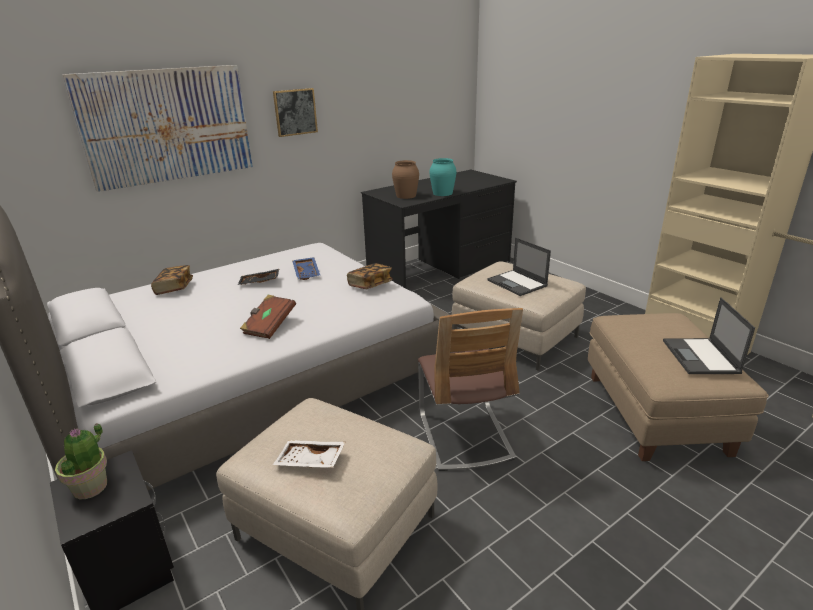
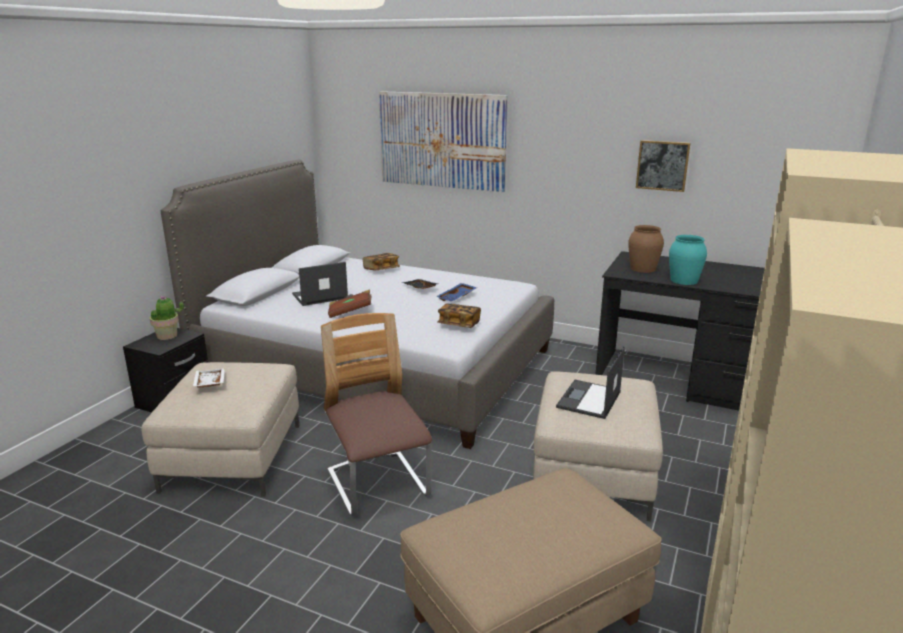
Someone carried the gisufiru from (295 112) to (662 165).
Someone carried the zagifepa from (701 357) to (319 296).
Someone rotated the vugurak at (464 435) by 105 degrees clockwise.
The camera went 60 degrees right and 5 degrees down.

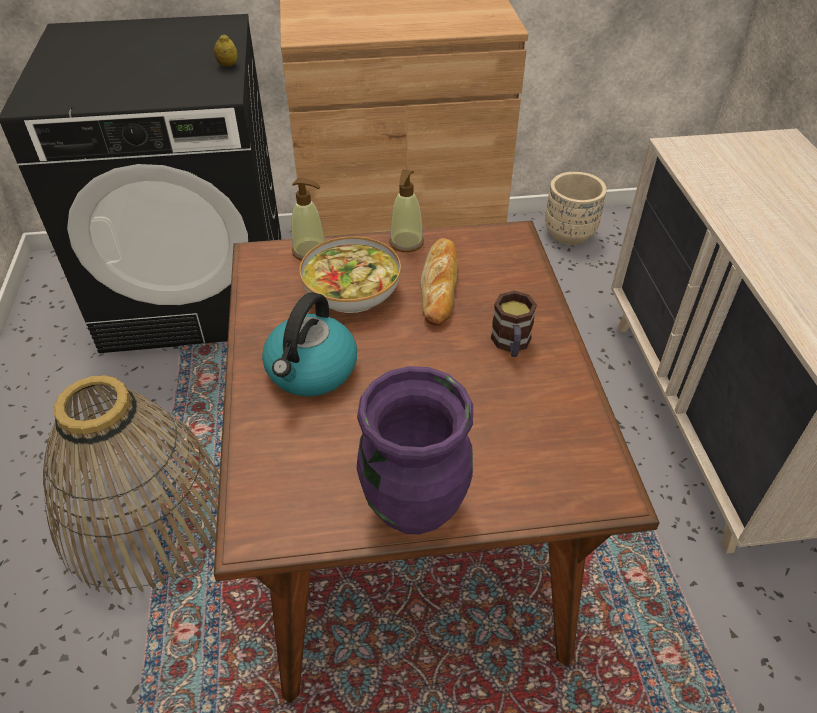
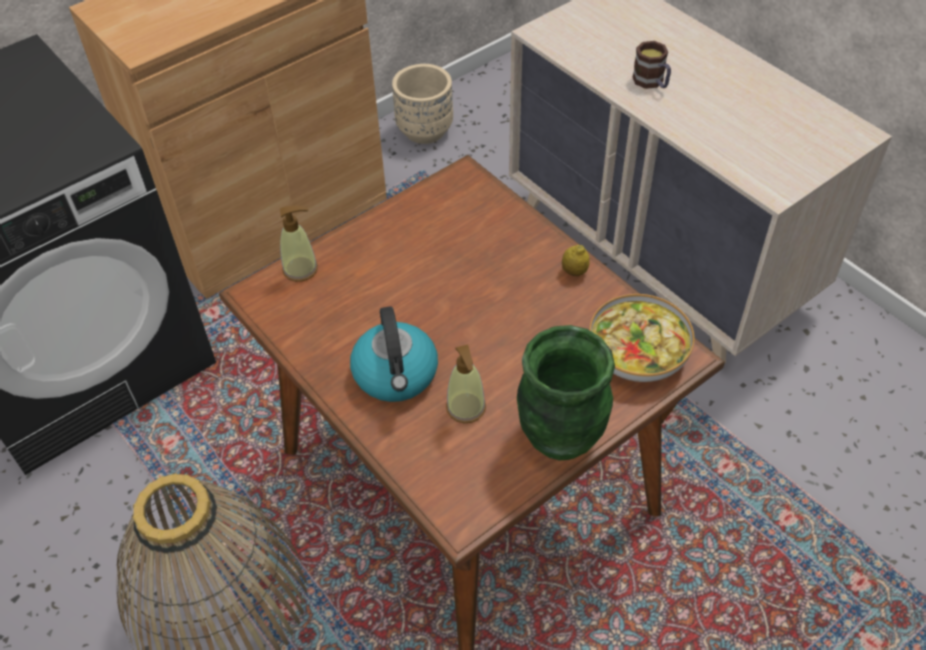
Someone carried the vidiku from (228 65) to (574 272).
Someone carried the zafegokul from (406 243) to (466 408).
Someone carried the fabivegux from (351 291) to (637 353).
Someone took away the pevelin at (440 285).
Someone carried the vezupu from (511 344) to (652 83).
Someone repainted the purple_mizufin at (414 506), which became the green_mizufin at (560 437).
The camera went 30 degrees left and 5 degrees up.

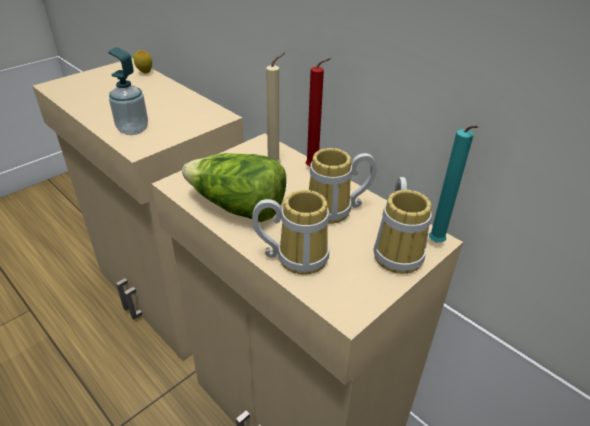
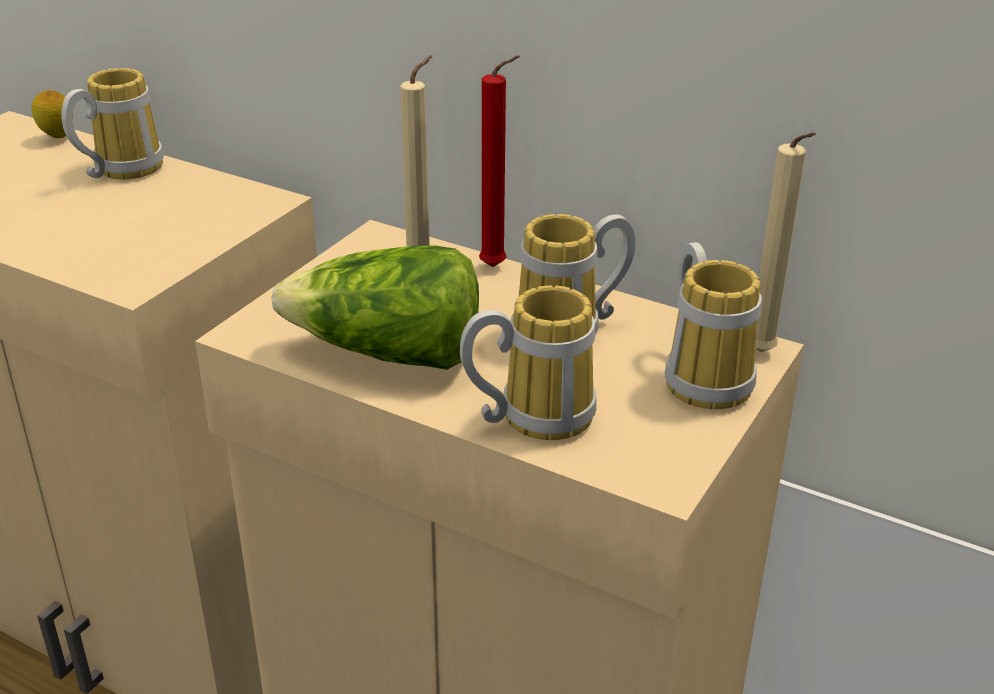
Someone took away the zafegokul at (133 129).
Someone repainted the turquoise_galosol at (437 244), which became the beige_galosol at (763 355).
Someone put down the vezupu at (119 169).
The camera went 15 degrees left and 5 degrees down.

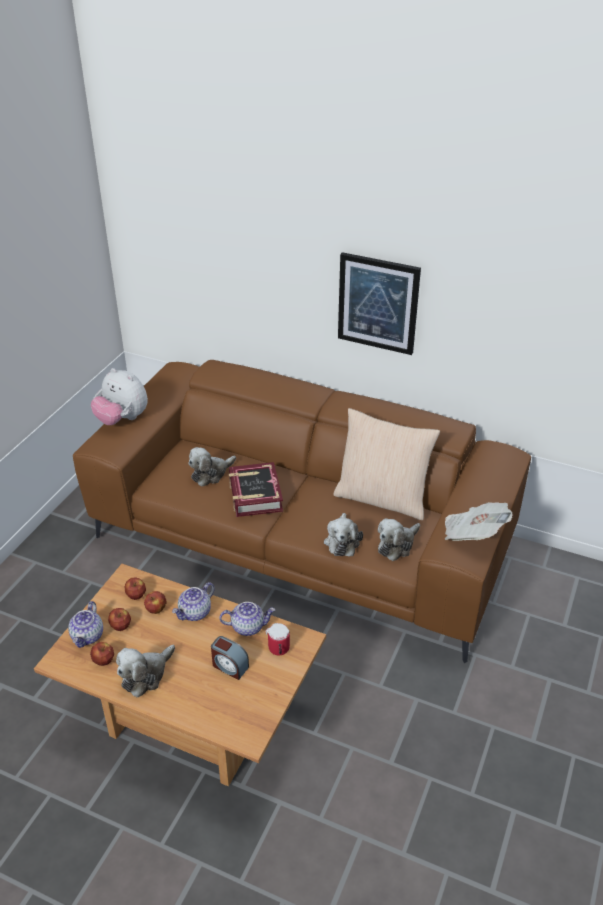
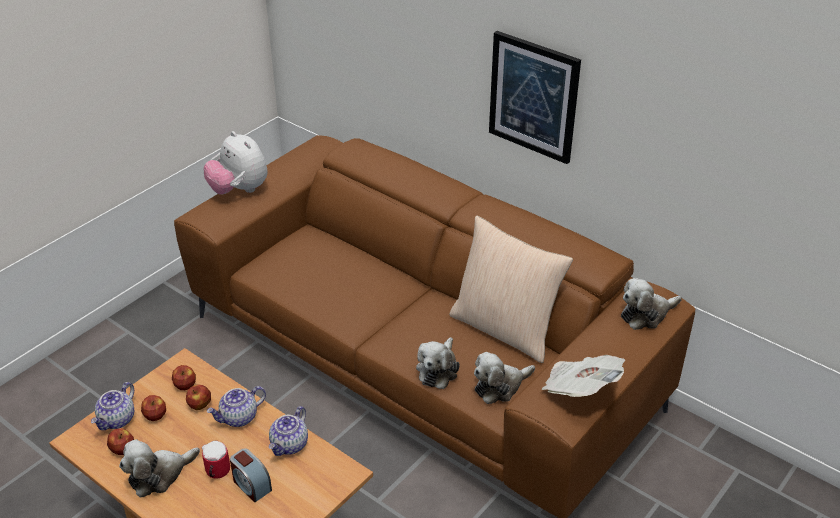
Someone carried the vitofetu from (210 474) to (646 314).
Someone took away the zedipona at (255 495).
Someone rotated the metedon at (248 626) by 105 degrees clockwise.
Someone carried the vezupu from (278 650) to (215 472).
The camera went 15 degrees right and 0 degrees up.

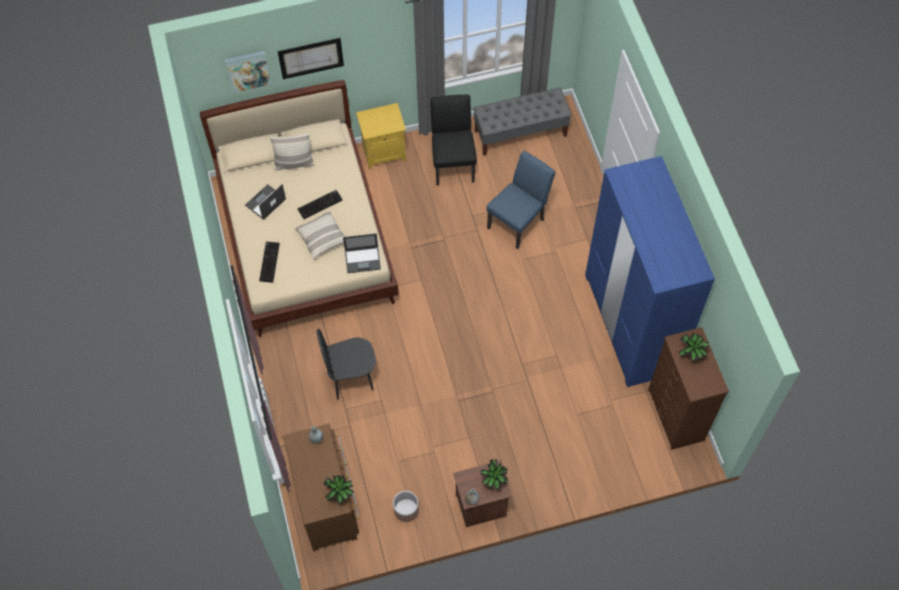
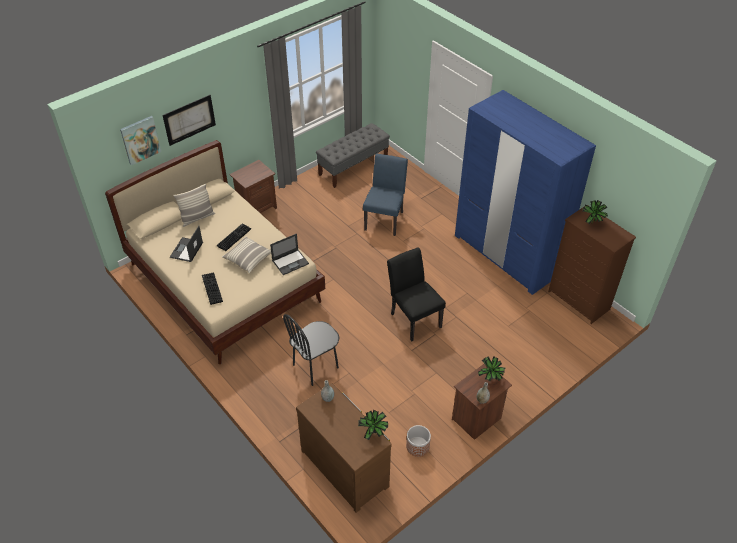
Someone carried the black_vugurak from (453 162) to (413 317).
Someone repainted the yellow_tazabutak at (383 152), which became the brown_tazabutak at (256 208).
The camera went 25 degrees left and 15 degrees down.

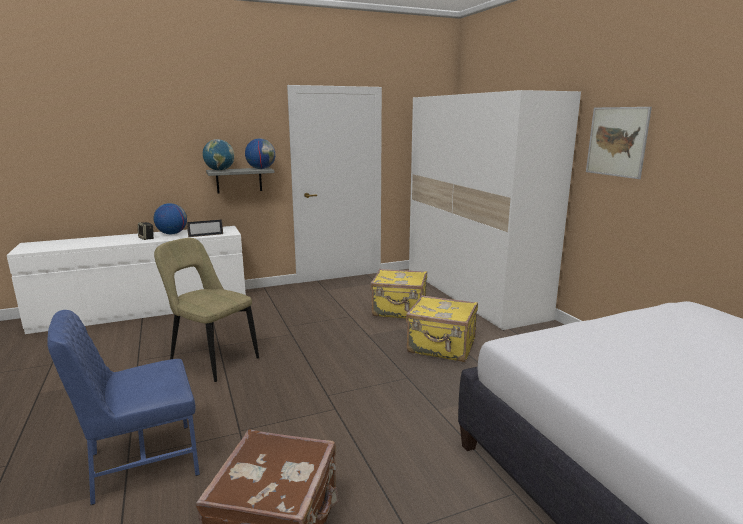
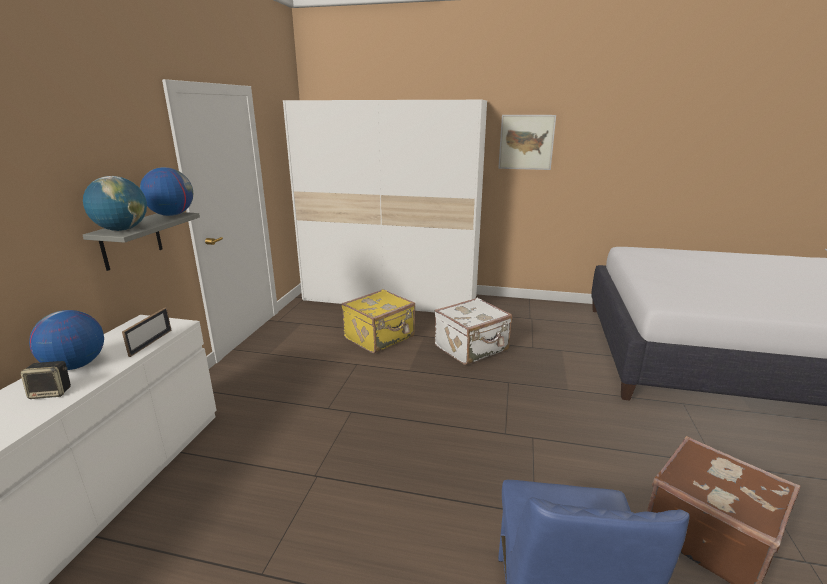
Someone took away the beige_vugurak at (211 359).
Someone repainted the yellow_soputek at (441 347), which became the white_soputek at (472 348).
The camera went 55 degrees left and 5 degrees up.

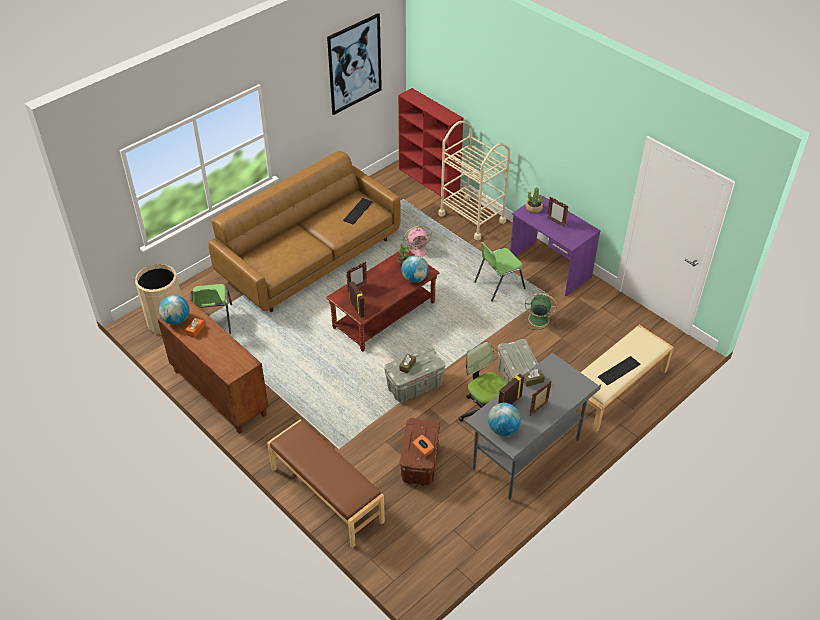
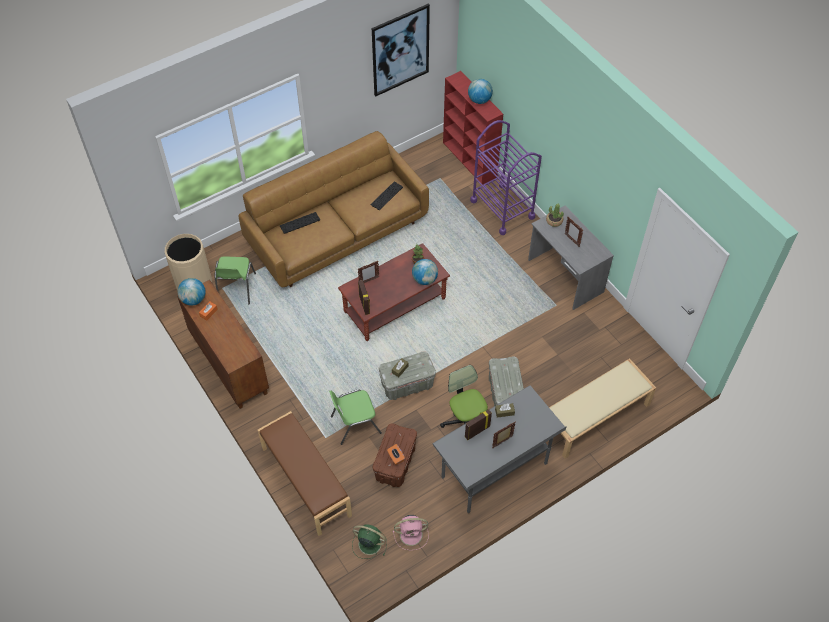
Someone repainted the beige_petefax at (472 218), which became the purple_petefax at (502 209).
Someone repainted the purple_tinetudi at (549 268), which became the grey_tinetudi at (565 276).
Someone carried the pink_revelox from (418 251) to (412 534).
Someone carried the green_vugurak from (498 285) to (354 424).
Someone carried the green_revelox from (537 319) to (368 543).
Someone carried the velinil from (619 371) to (299 223).
Someone carried the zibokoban from (503 429) to (479 100).
The camera went 10 degrees right and 10 degrees up.

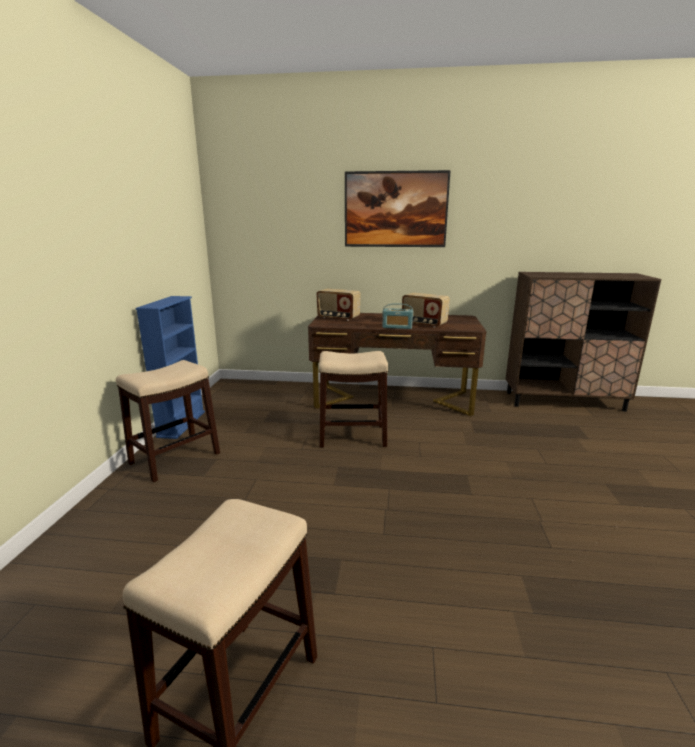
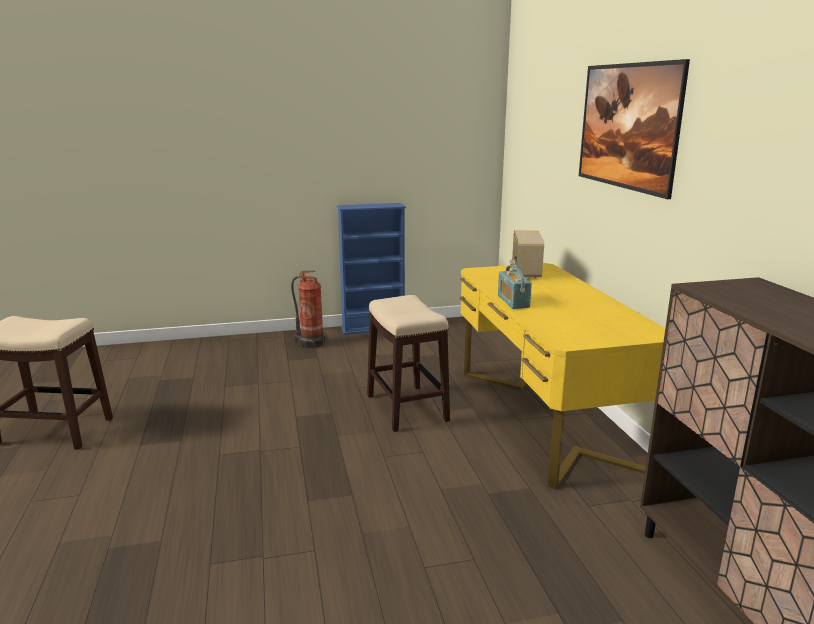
Someone took away the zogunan at (424 324).
Someone repainted the brown_tinetudi at (392 399), which became the yellow_tinetudi at (544 416).
Someone swapped the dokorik at (176 458) for the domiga at (311 343).
The camera went 70 degrees right and 0 degrees up.

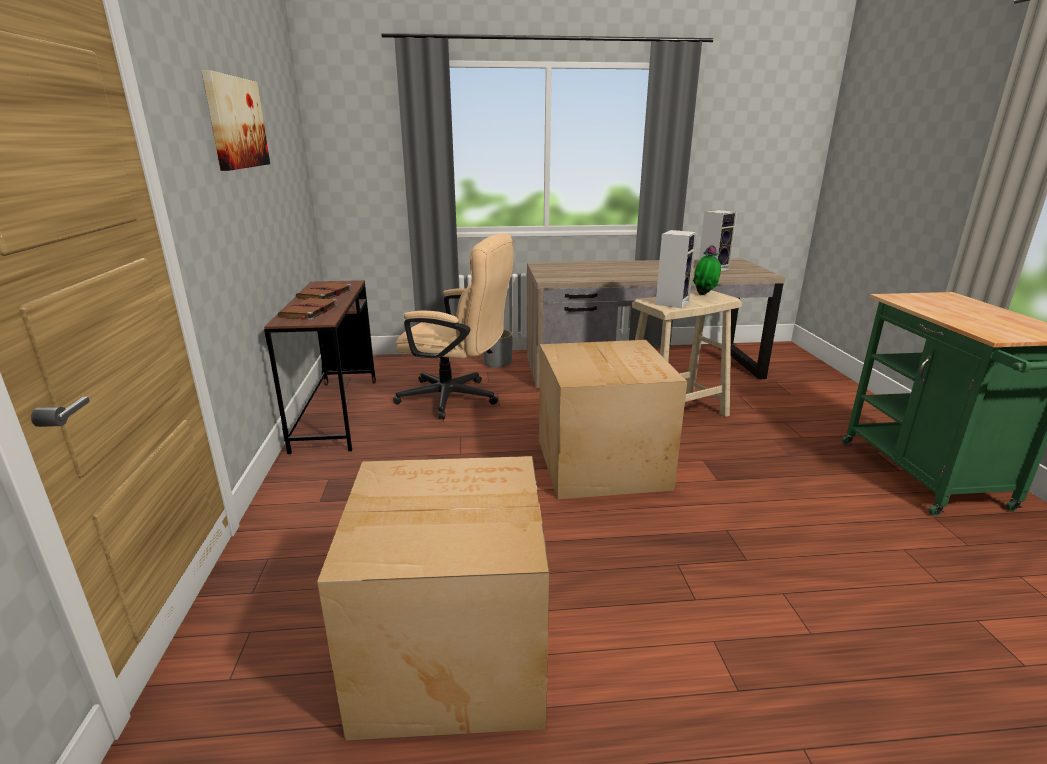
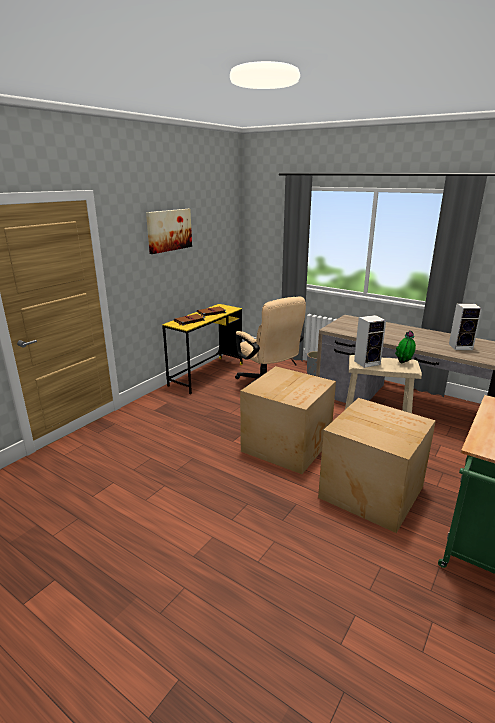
Someone repainted the brown_tinetudi at (336 413), which became the yellow_tinetudi at (206 374).
Someone carried the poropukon from (449 650) to (370 491).
The camera went 40 degrees right and 0 degrees up.

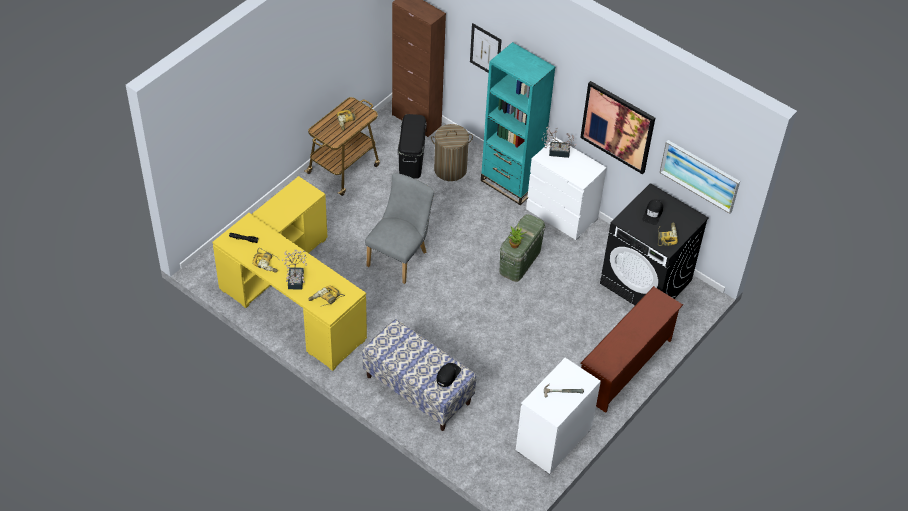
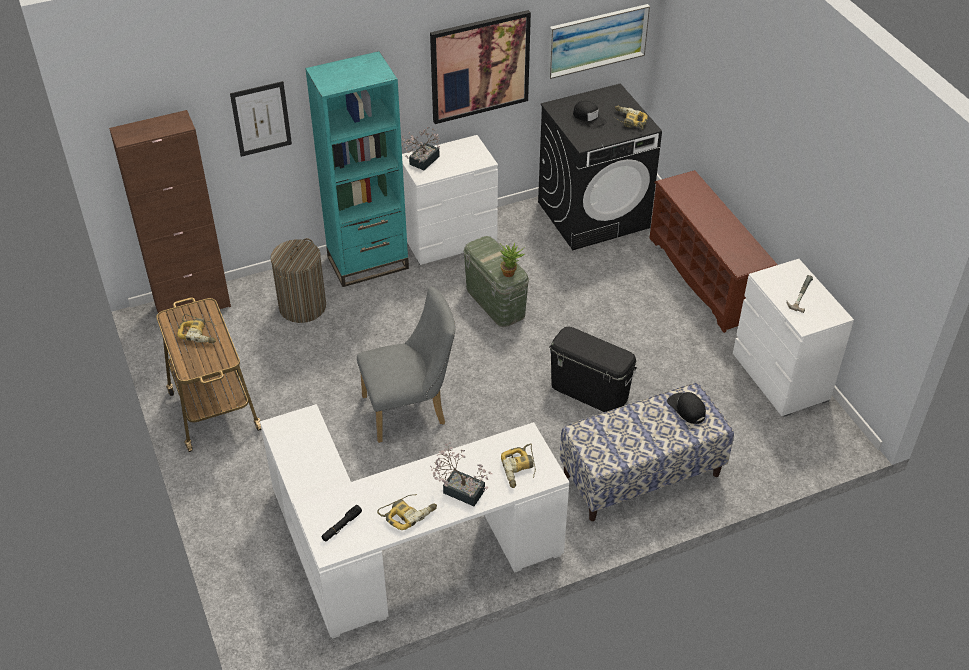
Someone carried the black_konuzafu from (412 160) to (590 391).
Someone rotated the grey_vugurak at (400 256) by 105 degrees clockwise.
Someone repainted the yellow_tinetudi at (291 297), which became the white_tinetudi at (402 555).
The camera went 60 degrees left and 5 degrees down.

